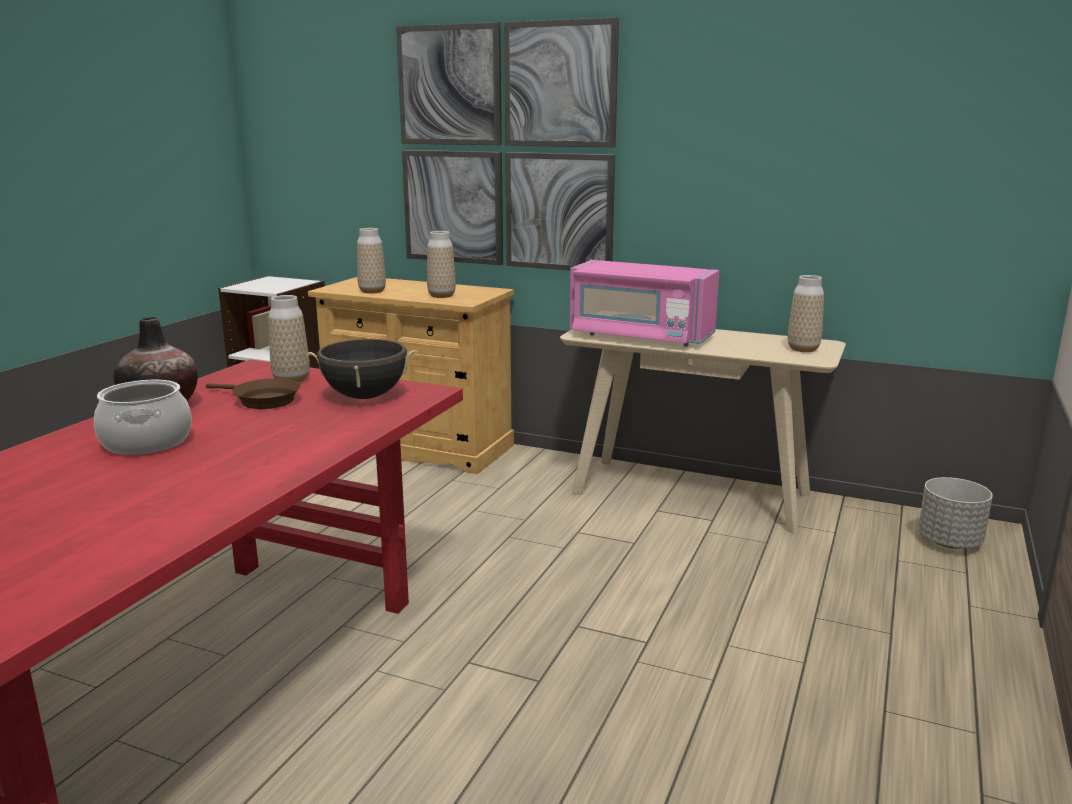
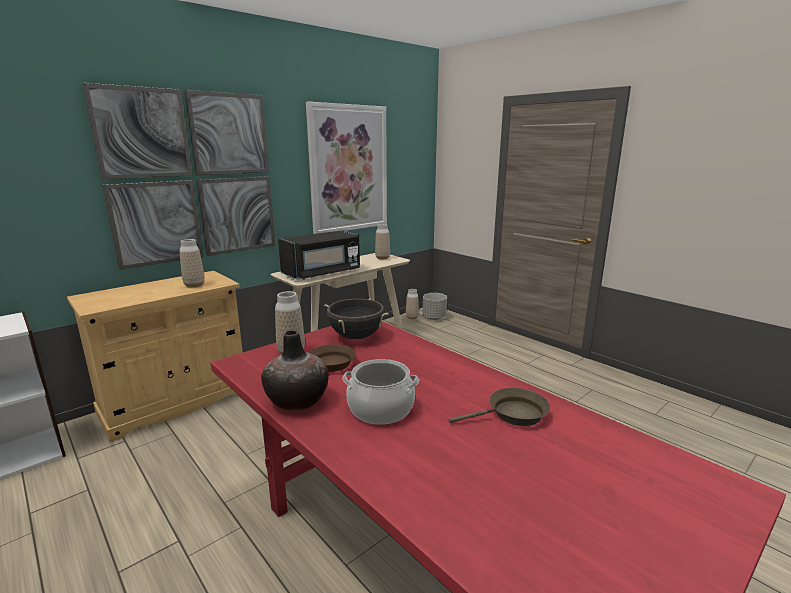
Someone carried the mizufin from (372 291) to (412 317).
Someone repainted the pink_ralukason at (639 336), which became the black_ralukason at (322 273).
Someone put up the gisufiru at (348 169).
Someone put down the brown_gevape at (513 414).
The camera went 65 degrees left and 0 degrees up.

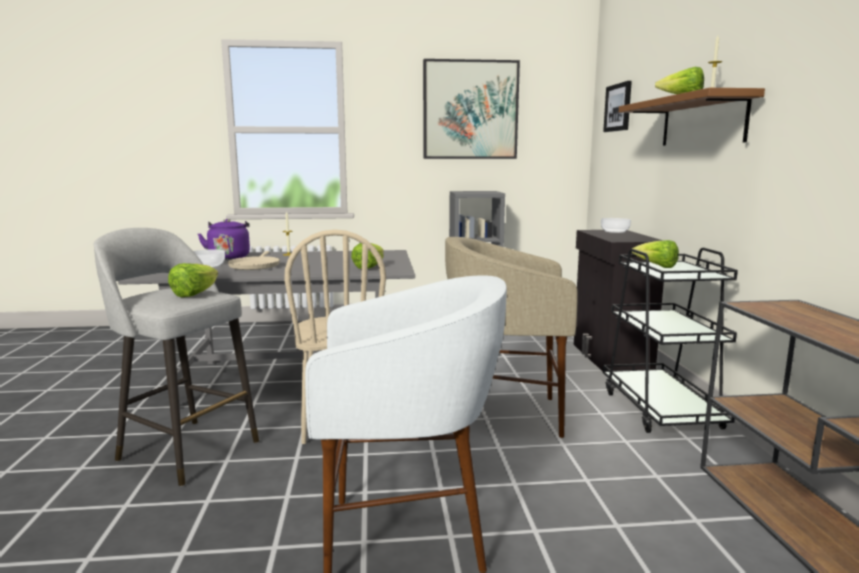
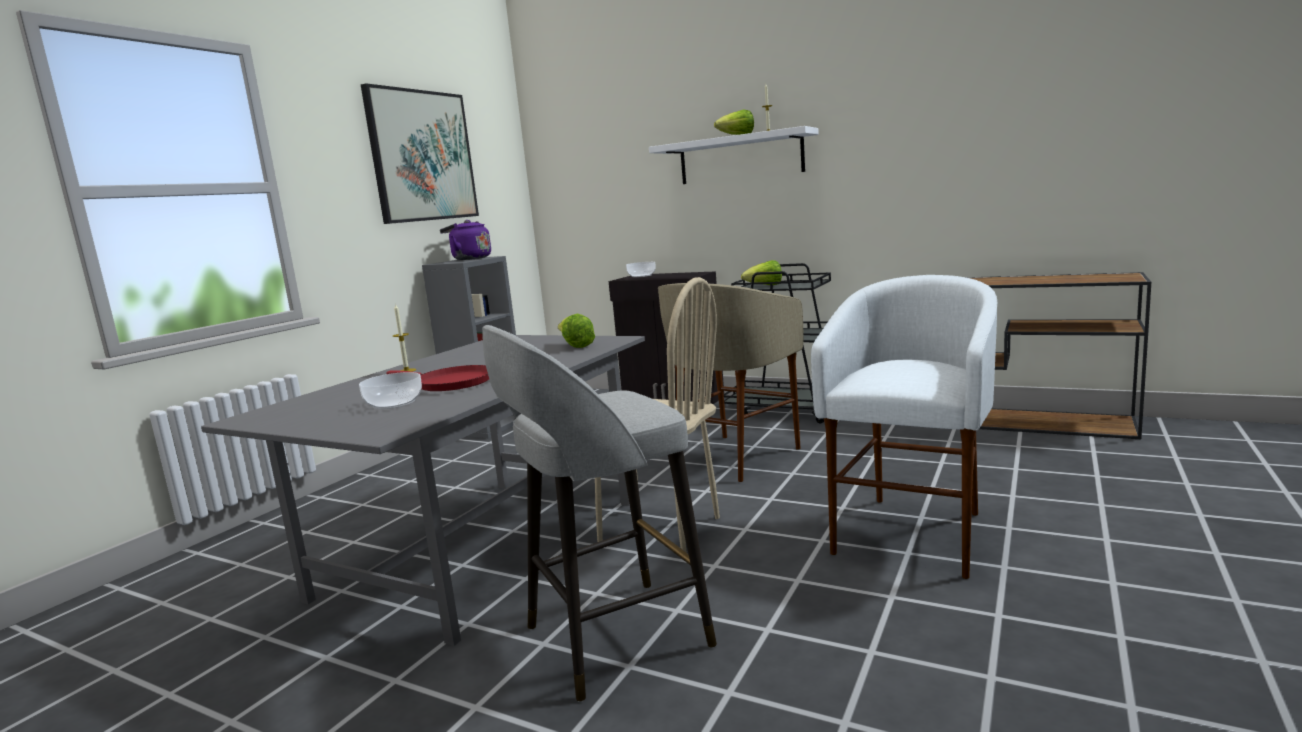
Someone took away the gisufiru at (618 107).
Someone repainted the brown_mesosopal at (702 121), which became the white_mesosopal at (740 158).
Someone carried the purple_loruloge from (229 257) to (469 259).
Someone repainted the beige_gevape at (255 265), which became the red_gevape at (450 383).
Someone took away the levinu at (195 294).
The camera went 55 degrees left and 0 degrees up.

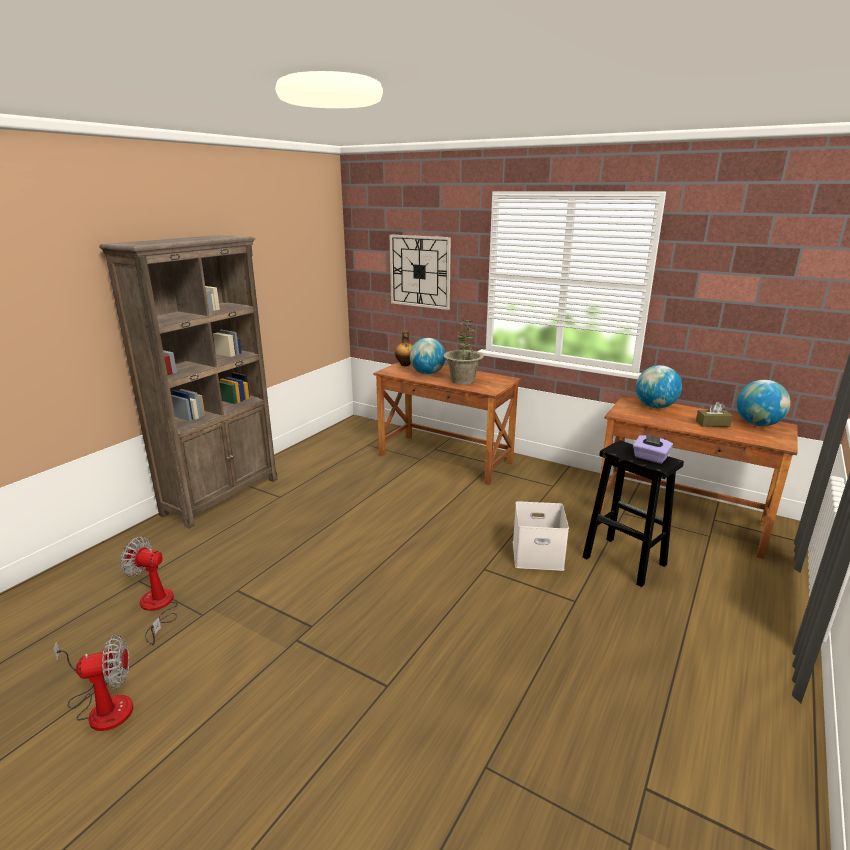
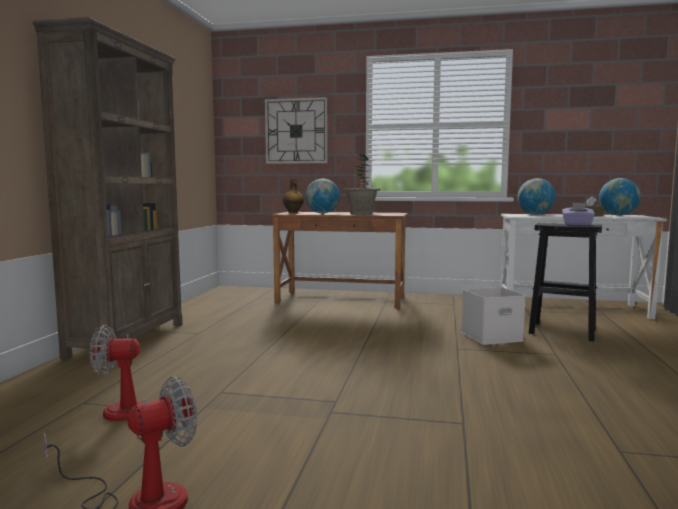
Someone repainted the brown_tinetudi at (680 518), which became the white_tinetudi at (571 309).
The camera went 20 degrees left and 15 degrees down.

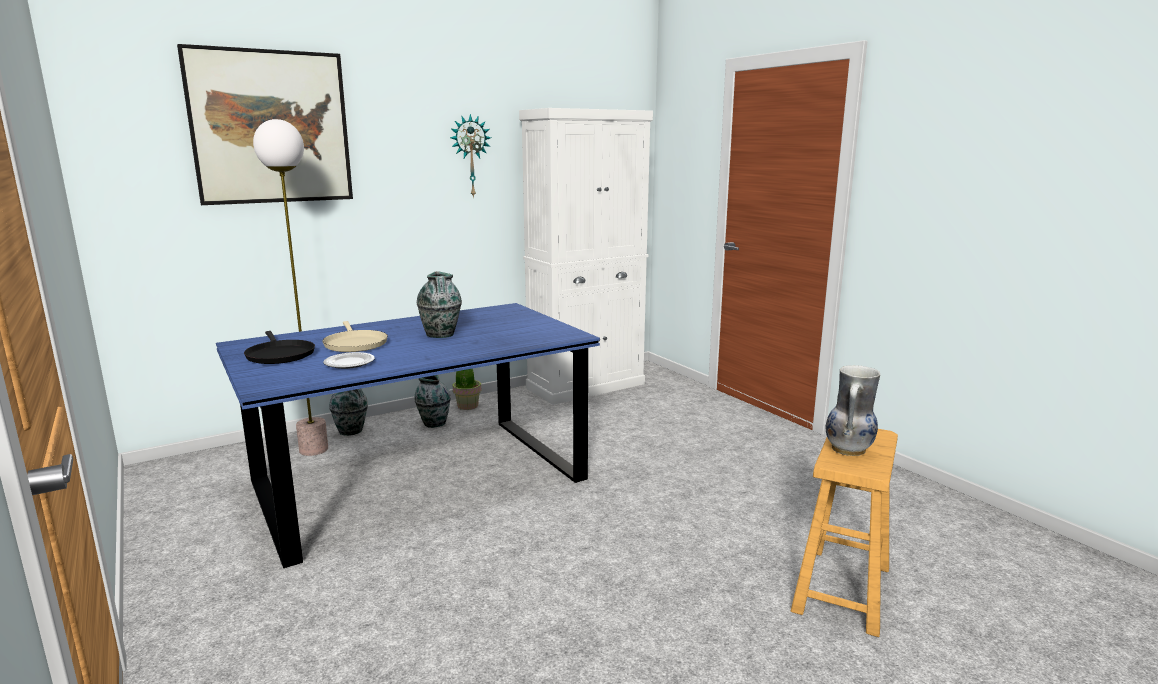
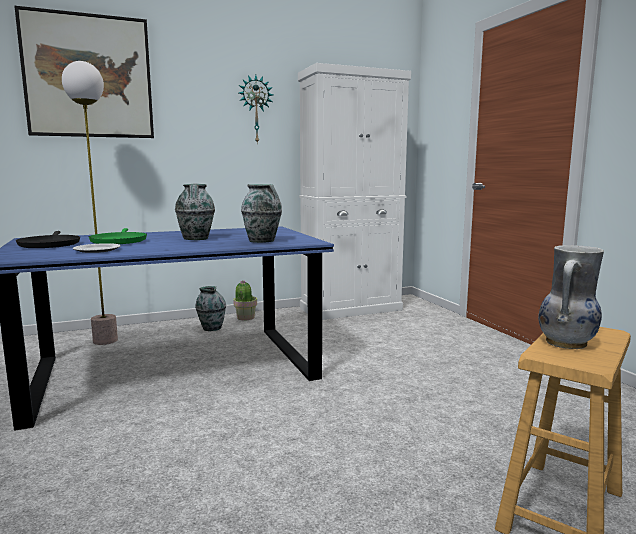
Someone repainted the beige_gevape at (354 344), which became the green_gevape at (119 241).
Someone carried the mizufin from (351 431) to (262 241).
The camera went 10 degrees right and 5 degrees down.

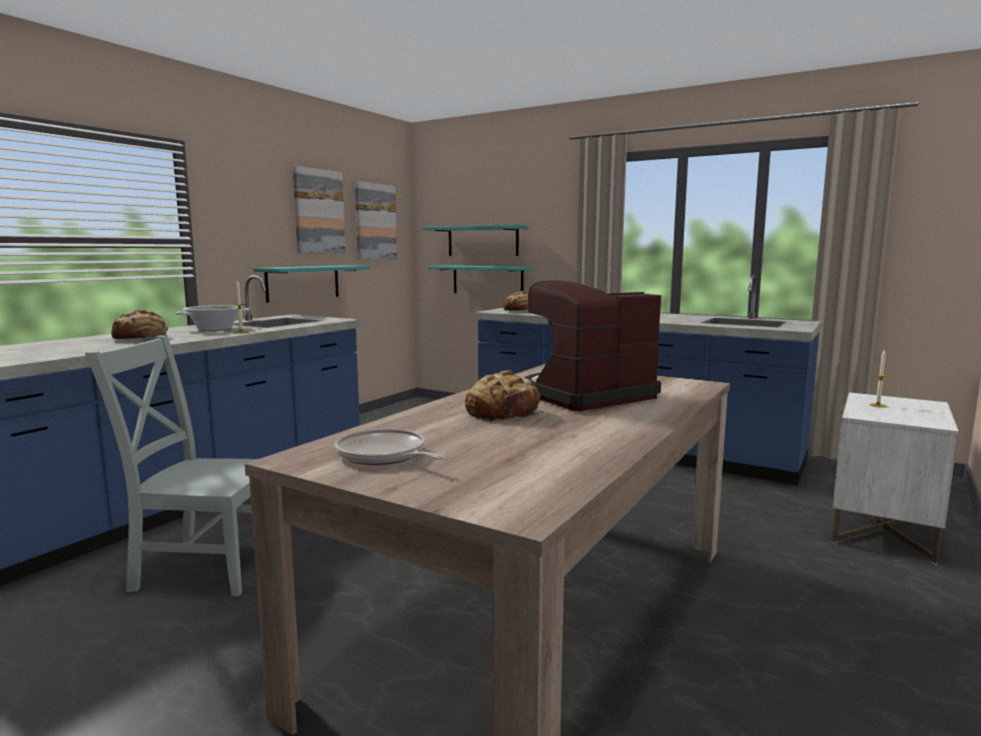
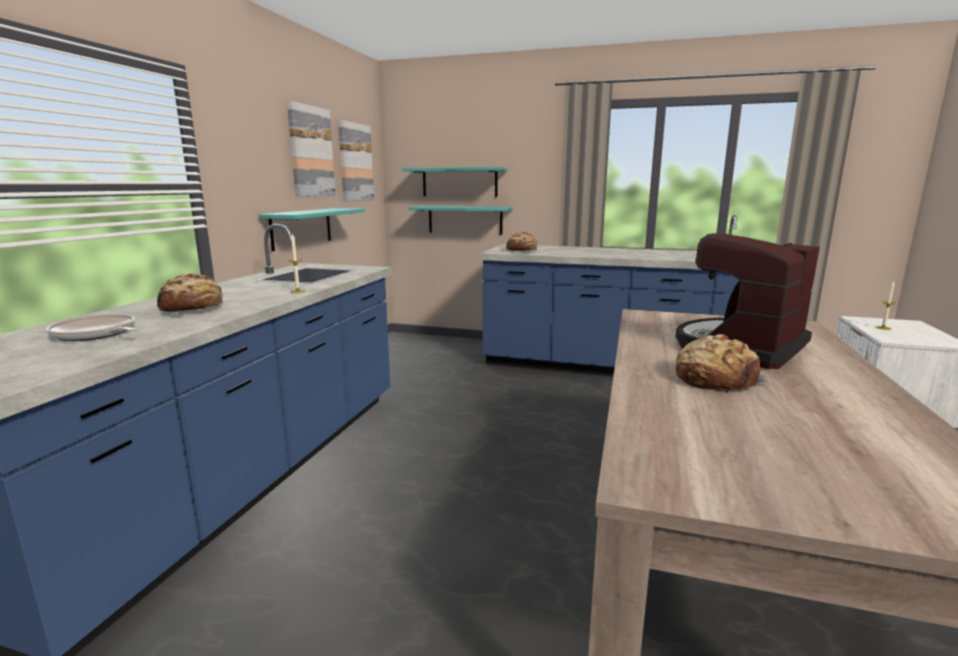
Someone took away the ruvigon at (215 329).
Someone took away the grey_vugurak at (203 567).
Someone carried the gevape from (384 455) to (96 334).
The camera went 15 degrees left and 5 degrees up.

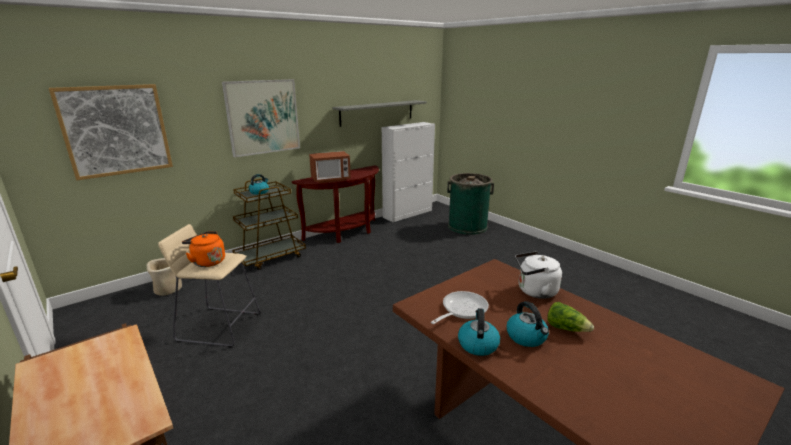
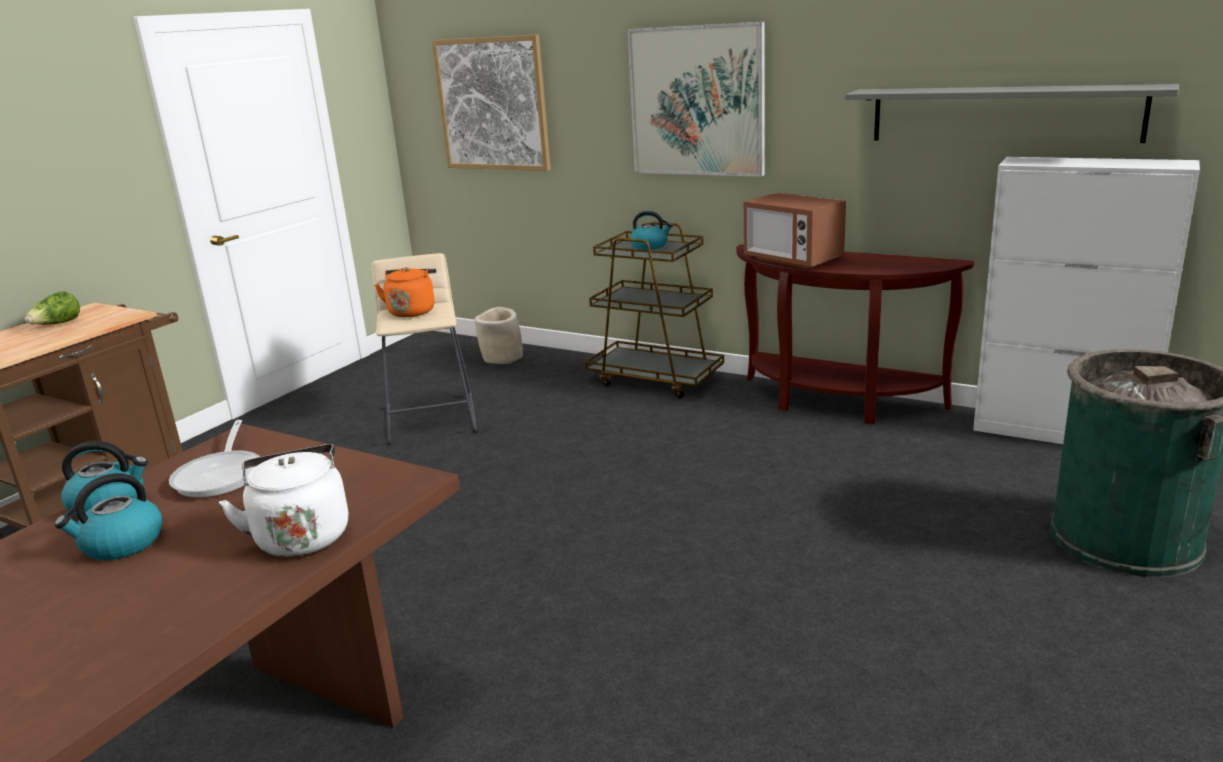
Someone rotated the gevape at (461 310) by 60 degrees clockwise.
Someone carried the levinu from (566 328) to (57 324).
The camera went 70 degrees right and 0 degrees up.

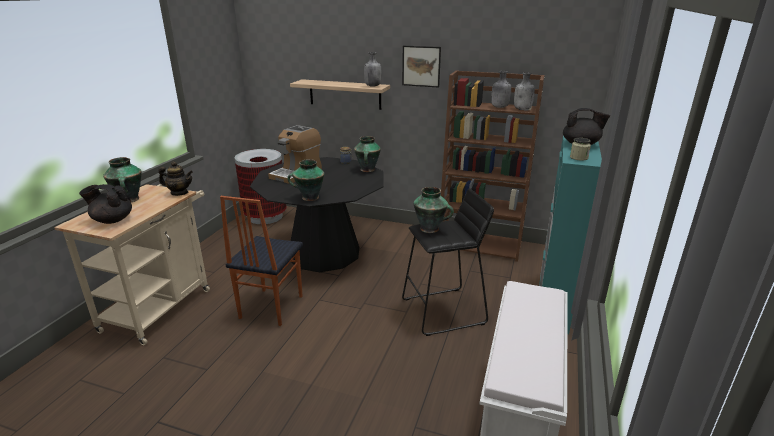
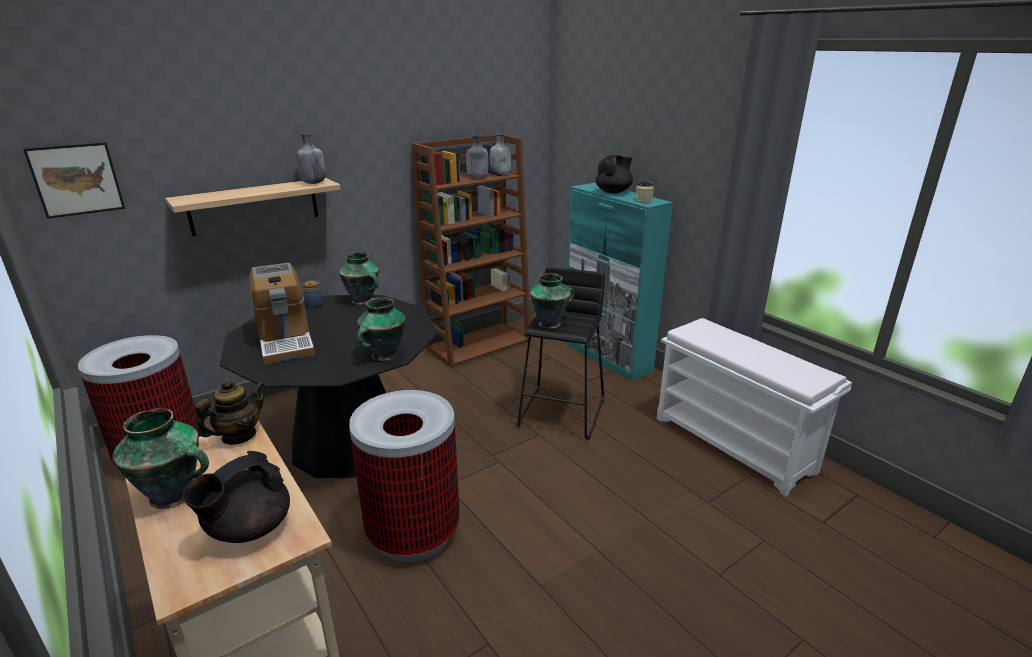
Someone carried the gisufiru from (421 66) to (76 179).
Someone swapped the vugurak at (270 307) for the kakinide at (413 533).
The camera went 55 degrees left and 0 degrees up.

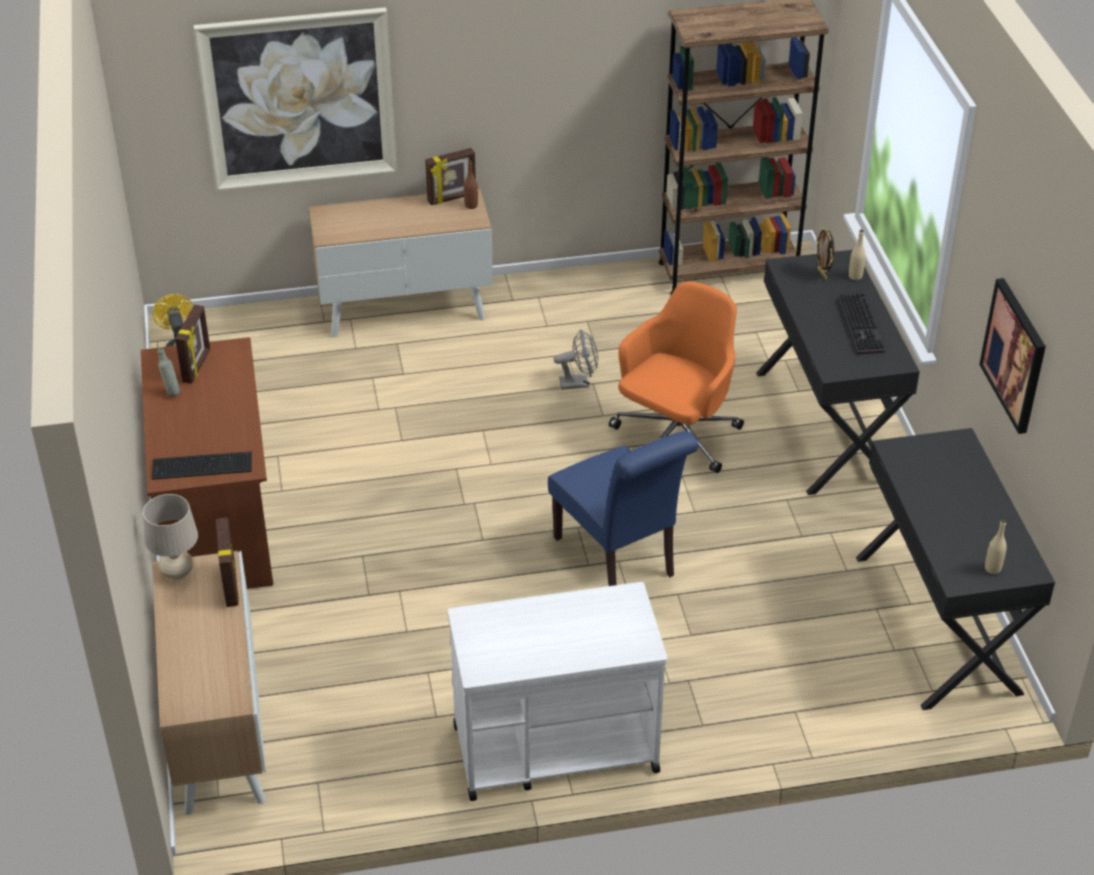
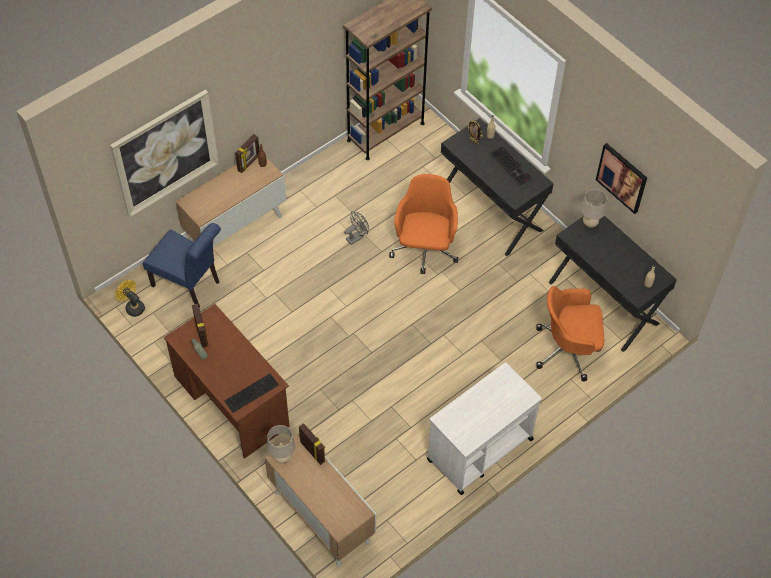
Someone carried the blue_vugurak from (619 561) to (189 285).
Someone put down the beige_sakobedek at (589 223).
Someone put down the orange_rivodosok at (568 349).
The camera went 30 degrees left and 15 degrees up.

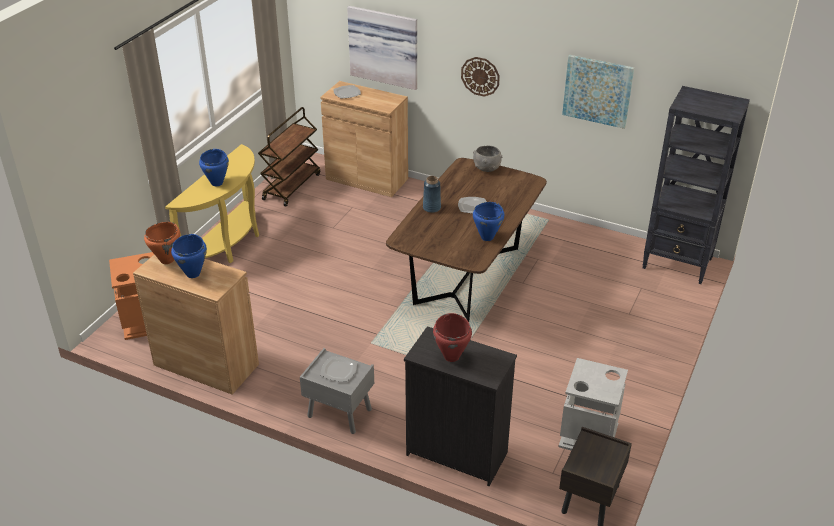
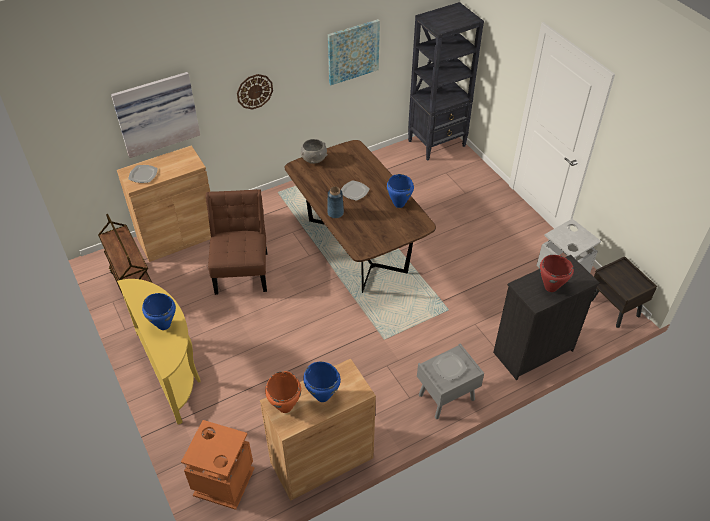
Someone put down the brown_vugurak at (242 269).
The camera went 55 degrees left and 10 degrees up.

